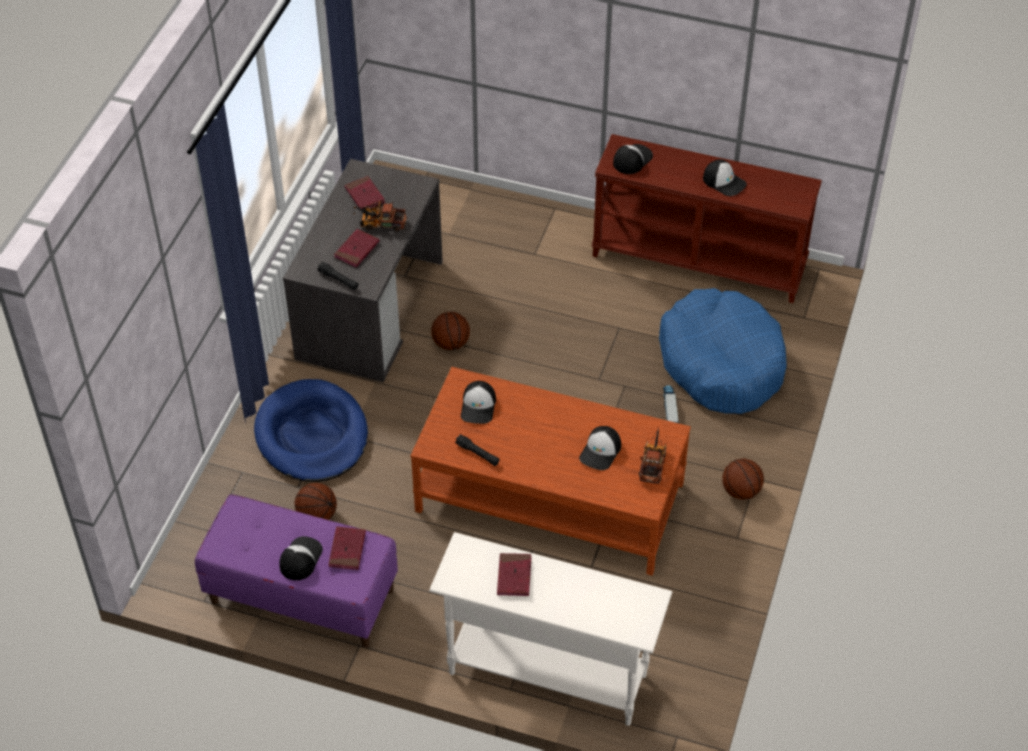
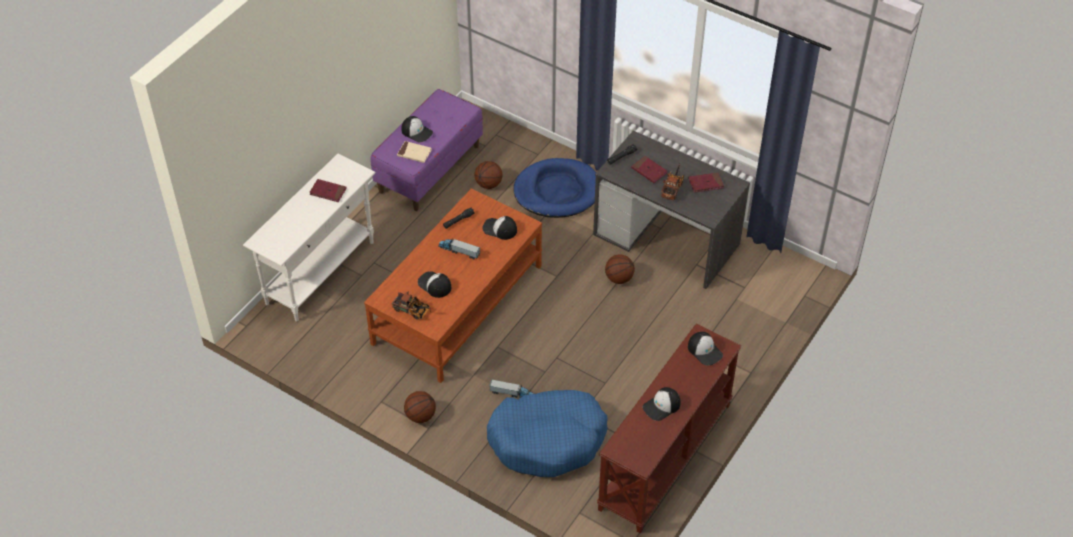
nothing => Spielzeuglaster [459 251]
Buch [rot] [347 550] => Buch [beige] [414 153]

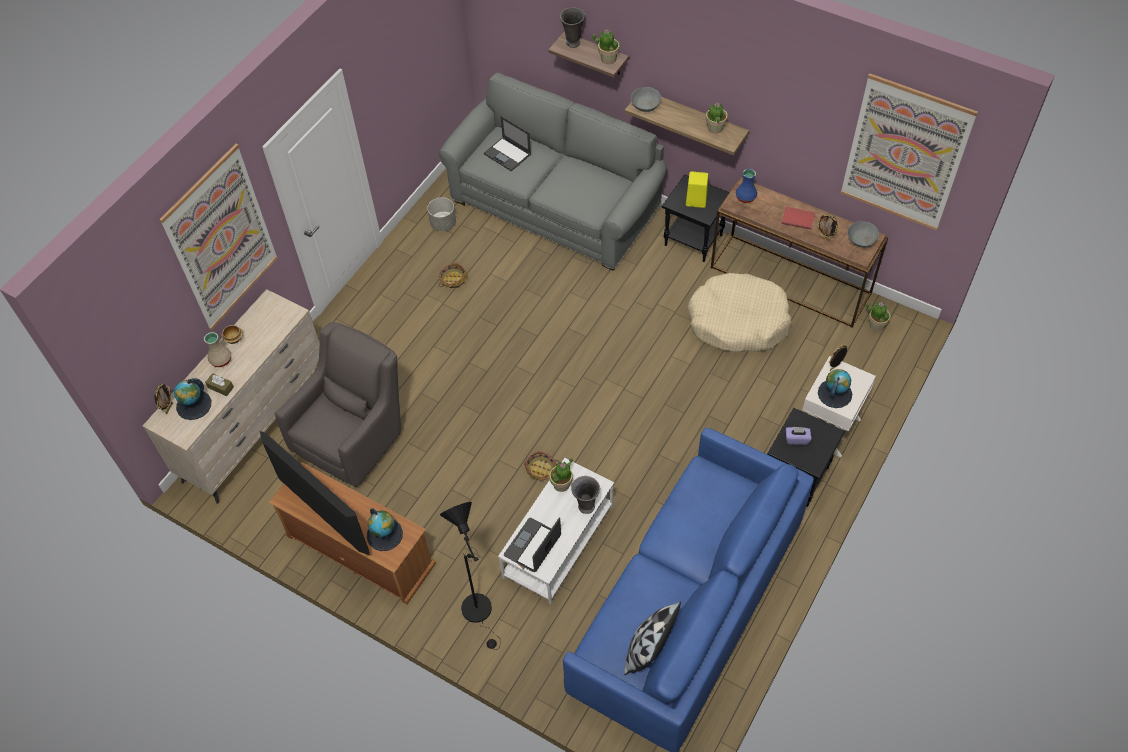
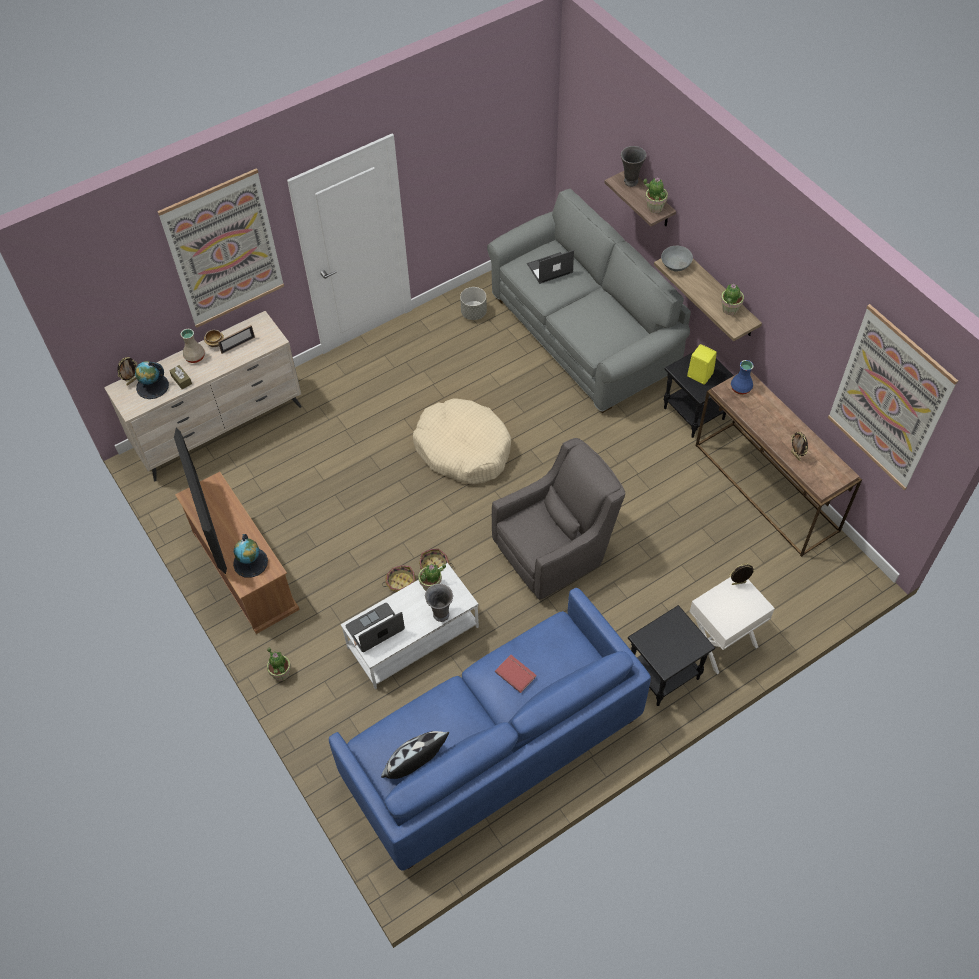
Stehlampe [schwarz] [480 613] => nothing
Taschentuchbox [lila] [797 439] => nothing
Globus [834 393] => nothing
Schüssel [grau] [861 240] => nothing
nothing => Bilderrahmen [238 345]
Sessel [grau] [354 437] => Sessel [grau] [556 551], move
Korb [453 279] => Korb [400 582], move
Hundebett [beige] [738 321] => Hundebett [beige] [463 449], move
Buch [rot] [798 218] => Buch [rot] [516 673], move
Topfpflanze [876 325] => Topfpflanze [281 673], move
Laptop [508 154] => Laptop [549 268], 90 degrees clockwise

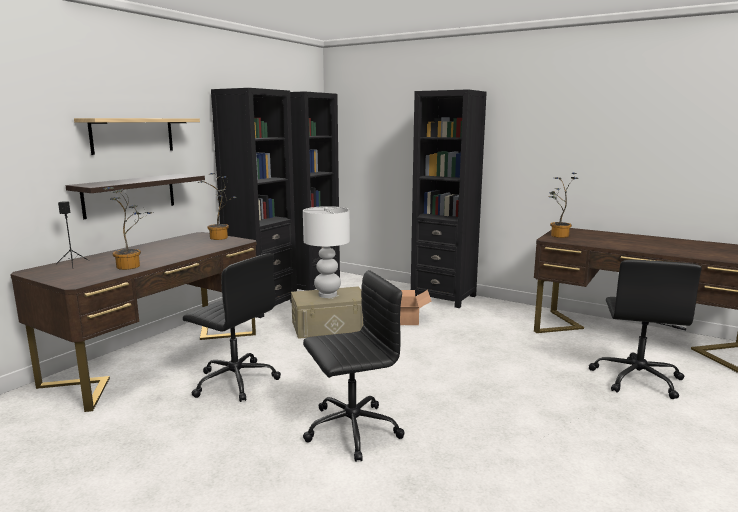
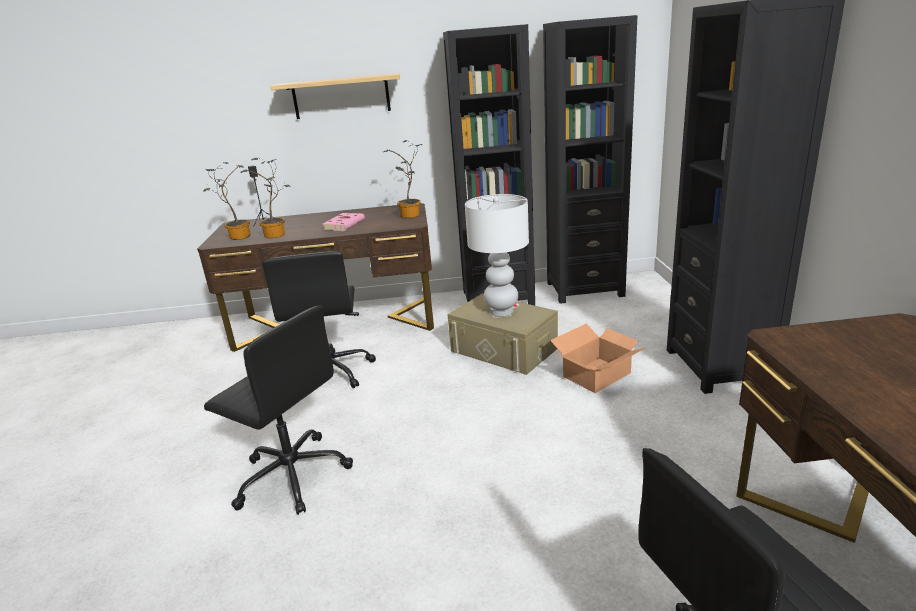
Wandregal [130 195] => nothing
nothing => Buch [rosa] [345 224]
Topfpflanze [558 236] => Topfpflanze [237 236], move

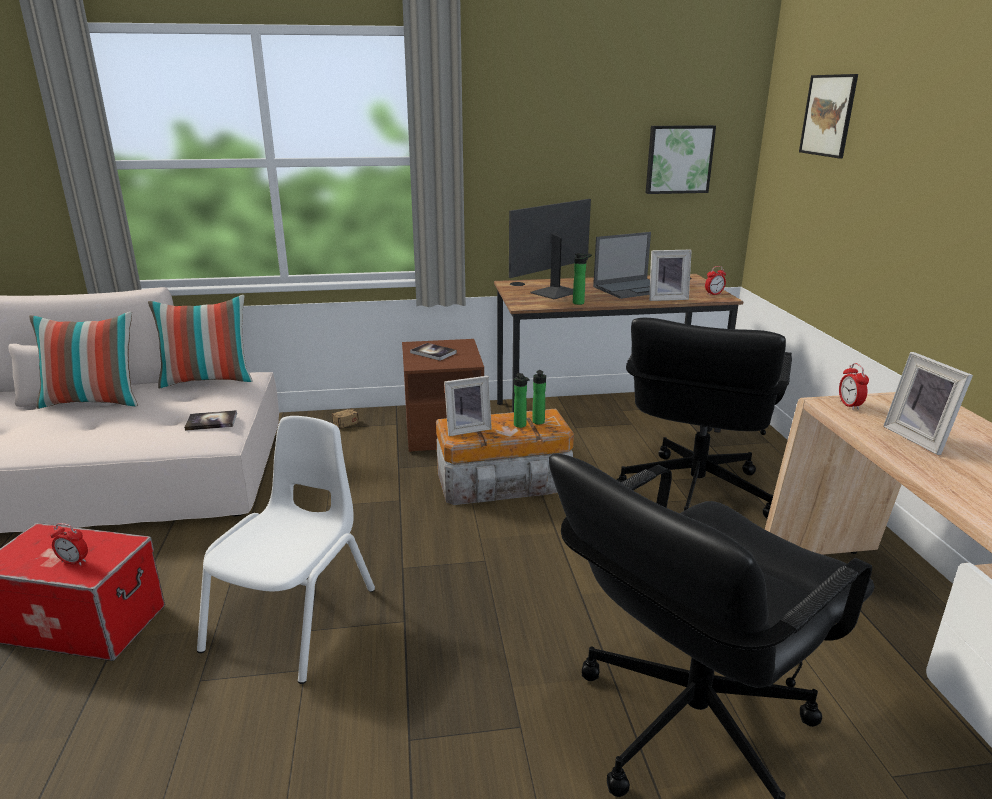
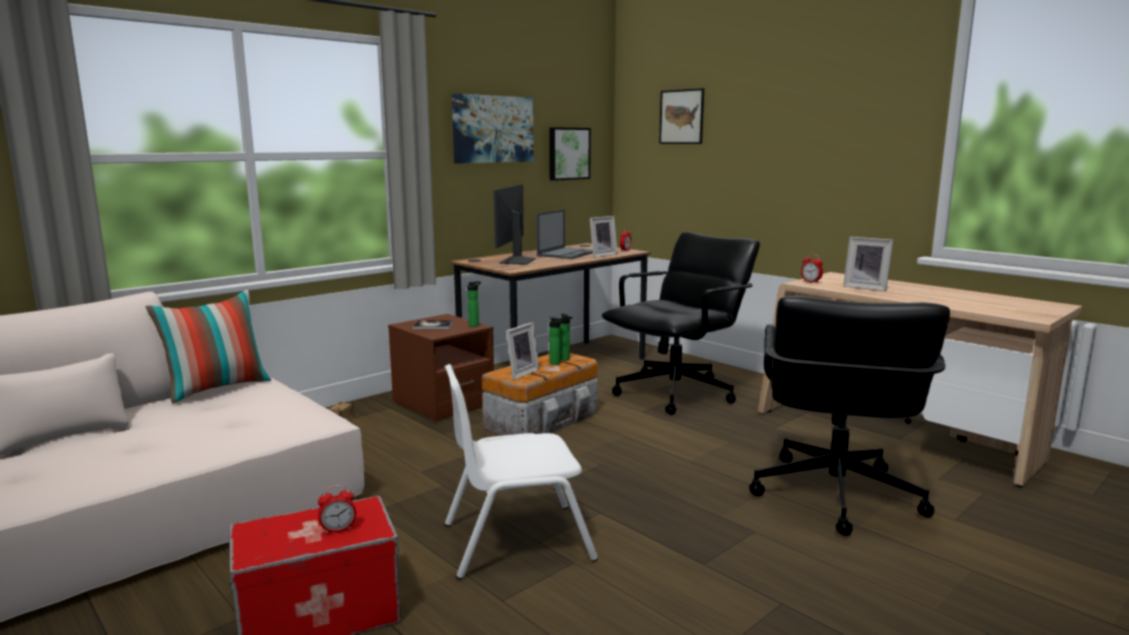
Kissen [94 402] => nothing
Buch [211 421] => nothing
nothing => Bild [493 129]
Flasche [580 303] => Flasche [475 325], move
Stuhl [weiß] [294 619] => Stuhl [weiß] [516 541], 90 degrees counterclockwise
Bürostuhl [schwarz] [693 493] => Bürostuhl [schwarz] [676 393], 120 degrees counterclockwise

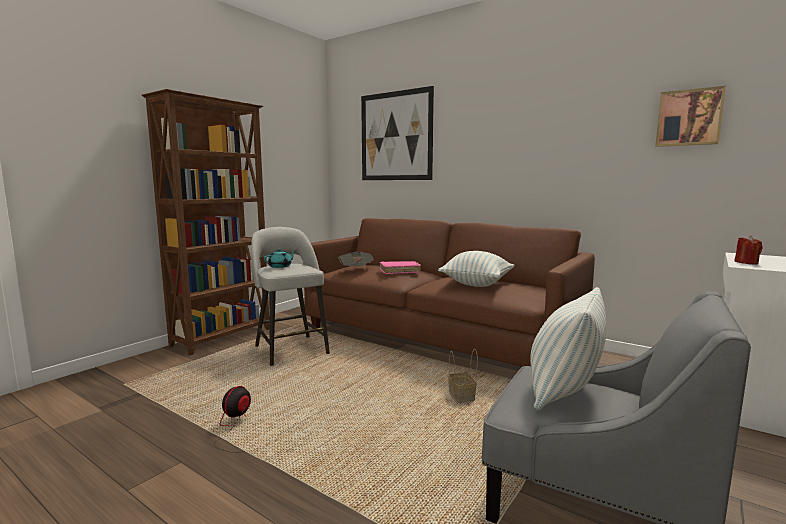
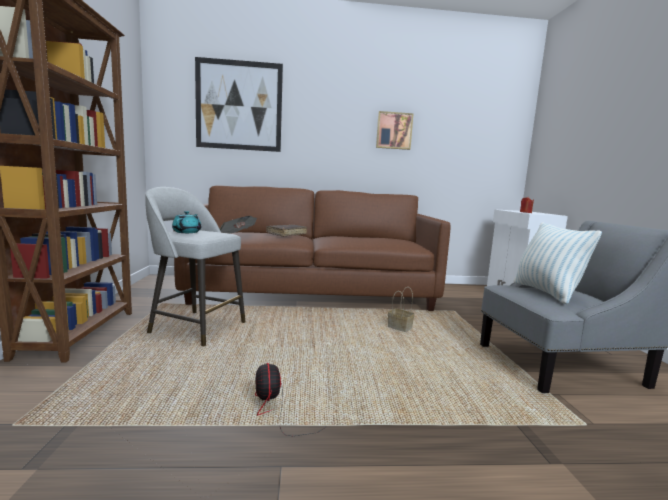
Kissen [476 284] => nothing
Bild [689 118] => Bild [394 131], move
Buch [rosa] [399 271] => Buch [braun] [286 234]

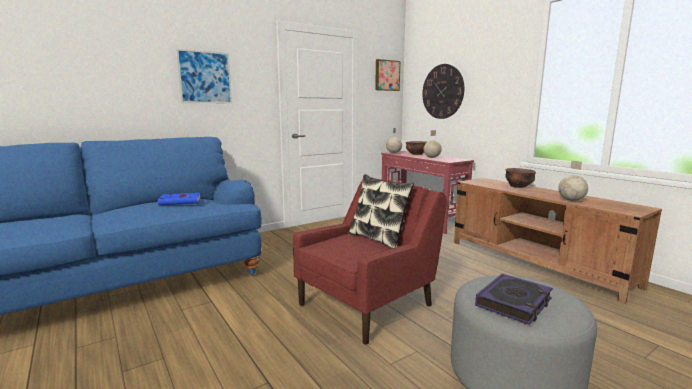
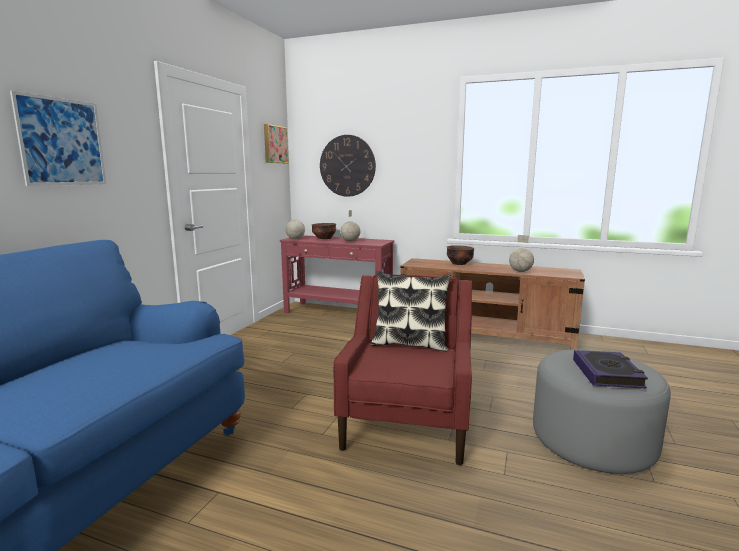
Buch [blau] [181 202] => nothing

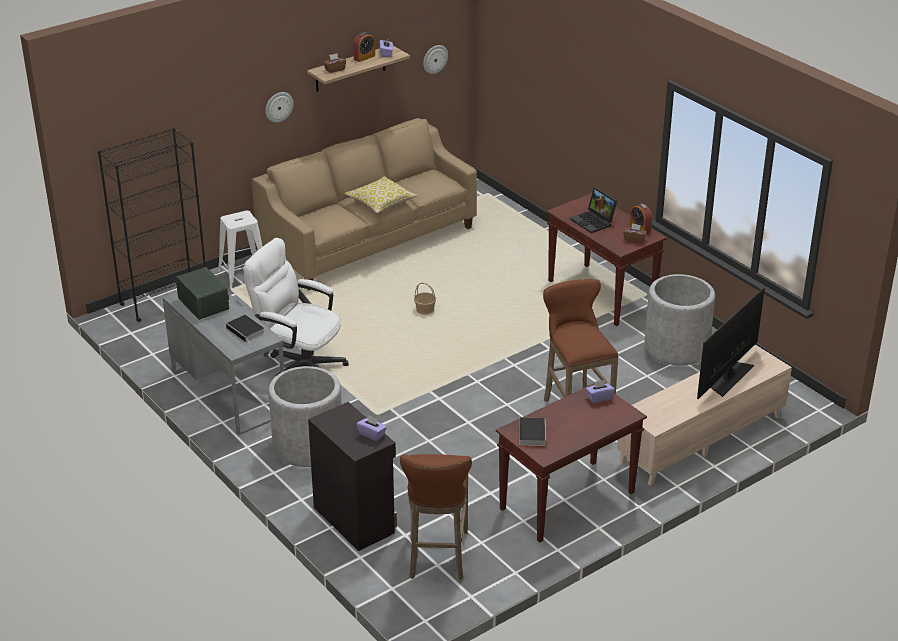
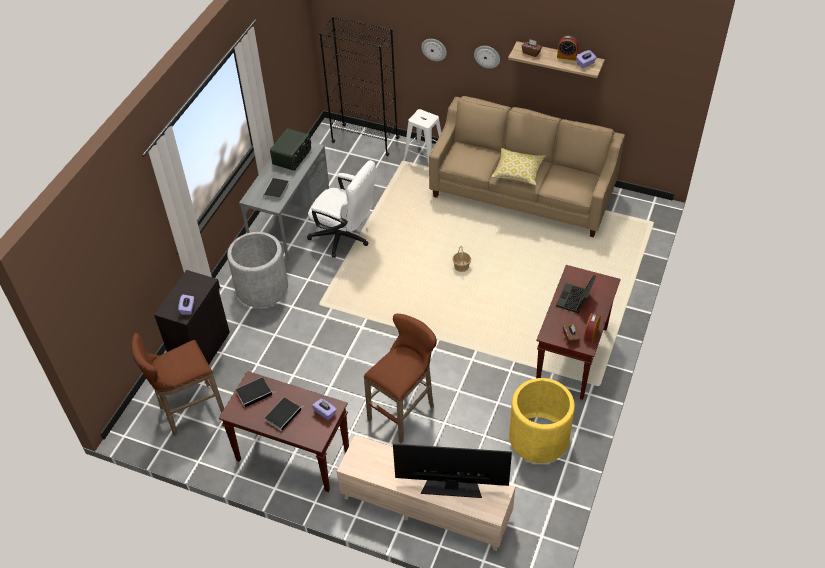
nothing => Buch [283 414]
Wanduhr [435 59] => Wanduhr [434 49], move
Pflanzkübel [grau] [676 348] => Pflanzkübel [gelb] [538 438]
Bürostuhl [weiß] [299 365] => Bürostuhl [weiß] [345 238], 120 degrees clockwise

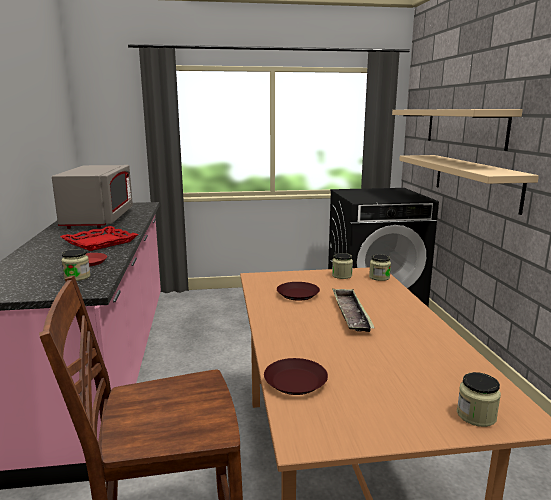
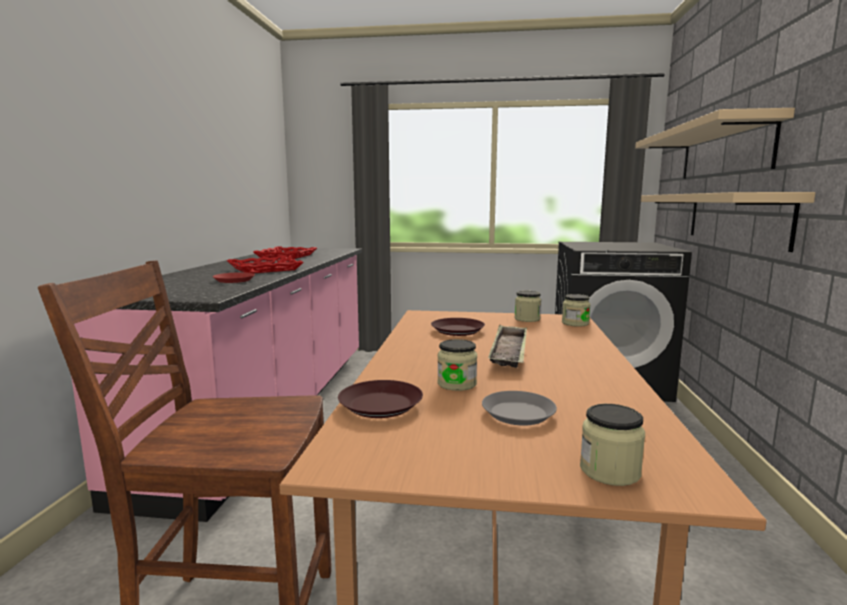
nothing => Teller [grau] [518 413]
Vorratsglas [77 277] => Vorratsglas [457 384], move
Mikrowelle [grau] [99 219] => Tablett [rot] [286 256]

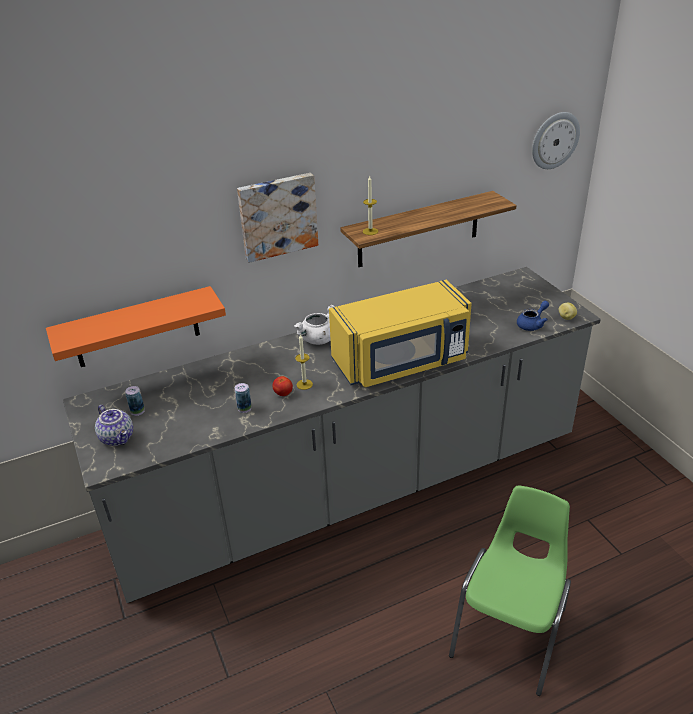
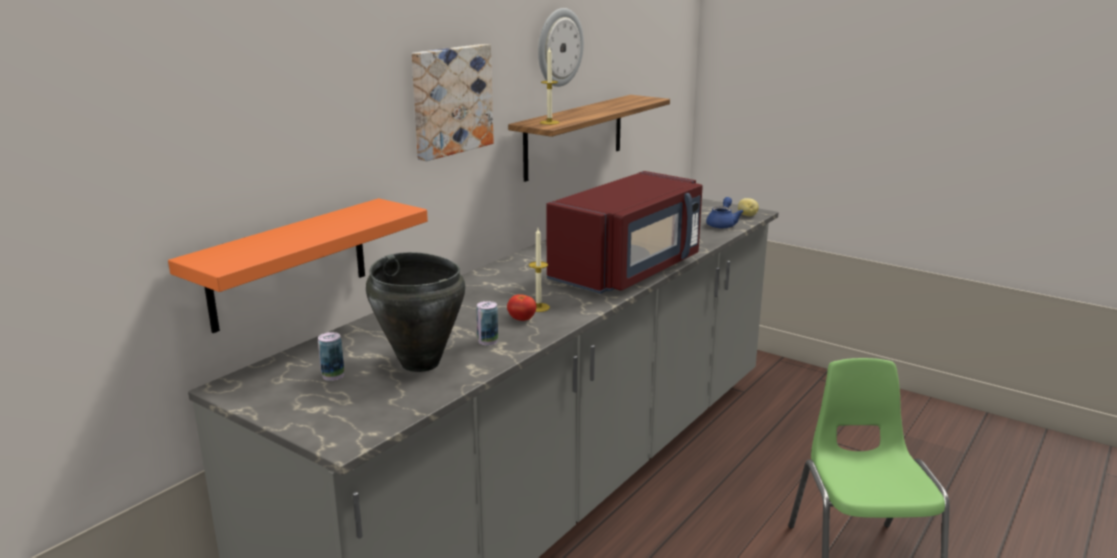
Teekanne [118 438] => nothing
Kochtopf [weiß] [318 340] => nothing
nothing => Kochtopf [schwarz] [420 363]
Wanduhr [554 140] => Wanduhr [559 47], move
Mikrowelle [gelb] [402 362] => Mikrowelle [rot] [628 270]

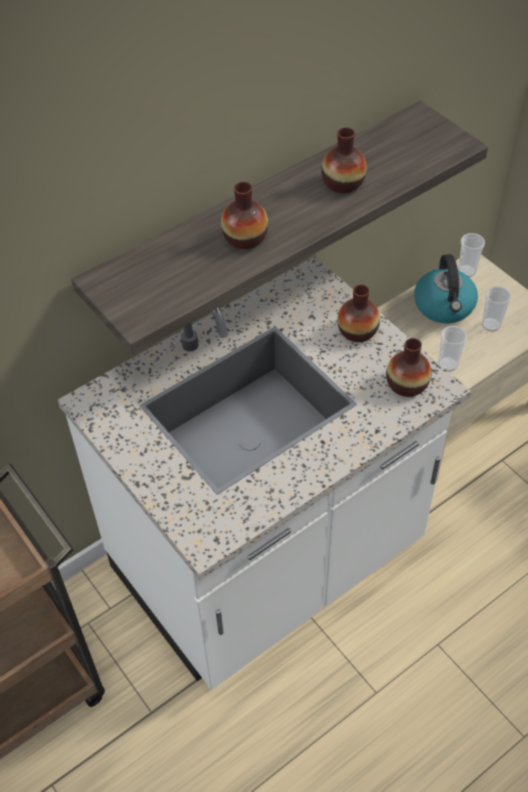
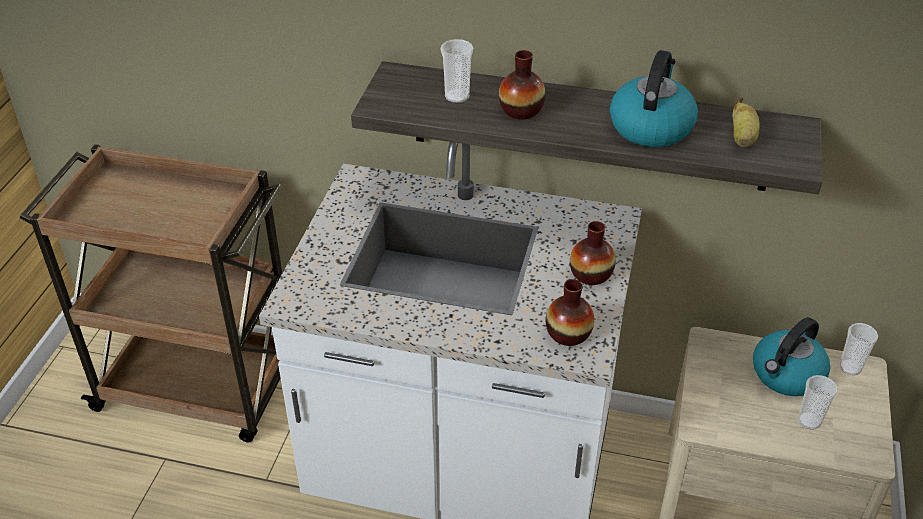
nothing => Banane [742 138]
Tasse [448 364] => Tasse [457 96], move
Vase [343 183] => Wasserkessel [651 126]

